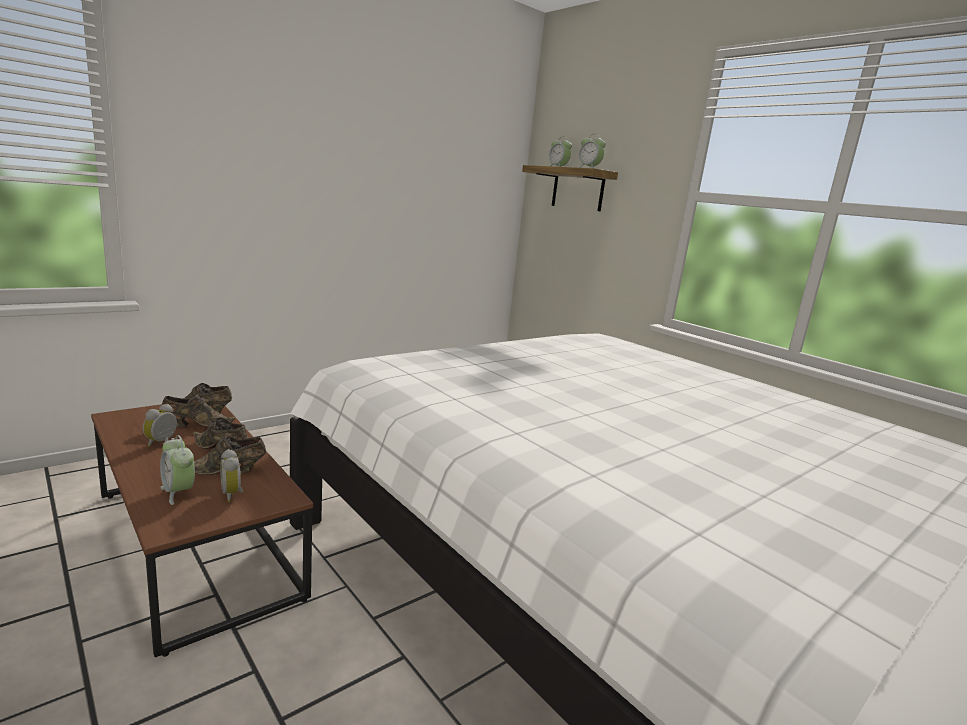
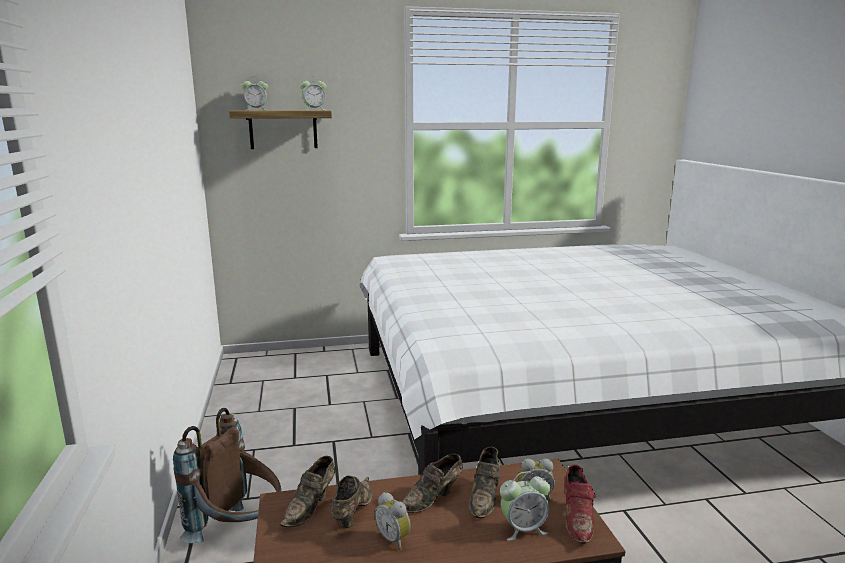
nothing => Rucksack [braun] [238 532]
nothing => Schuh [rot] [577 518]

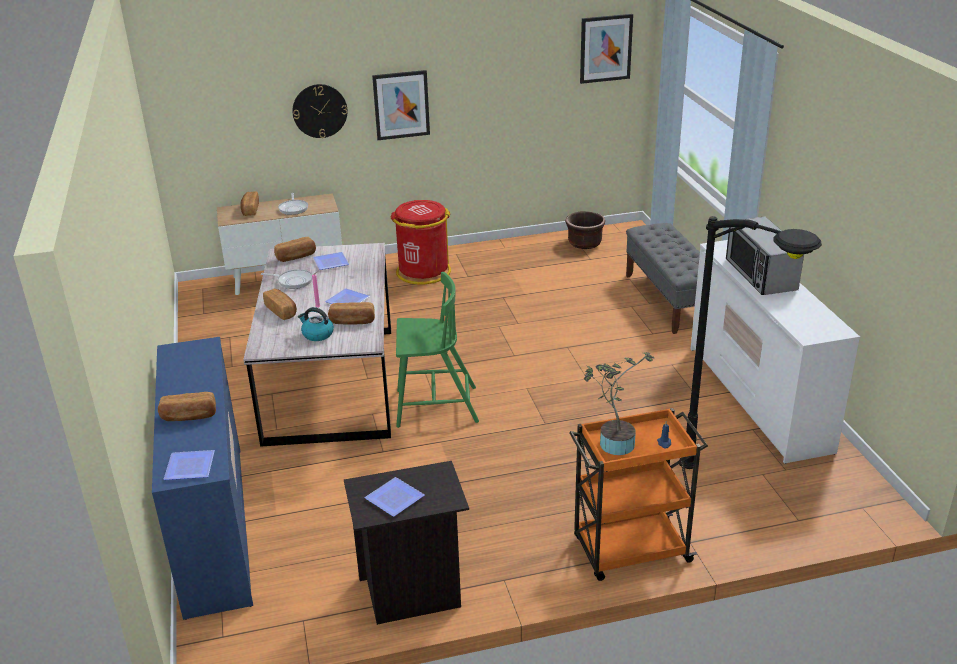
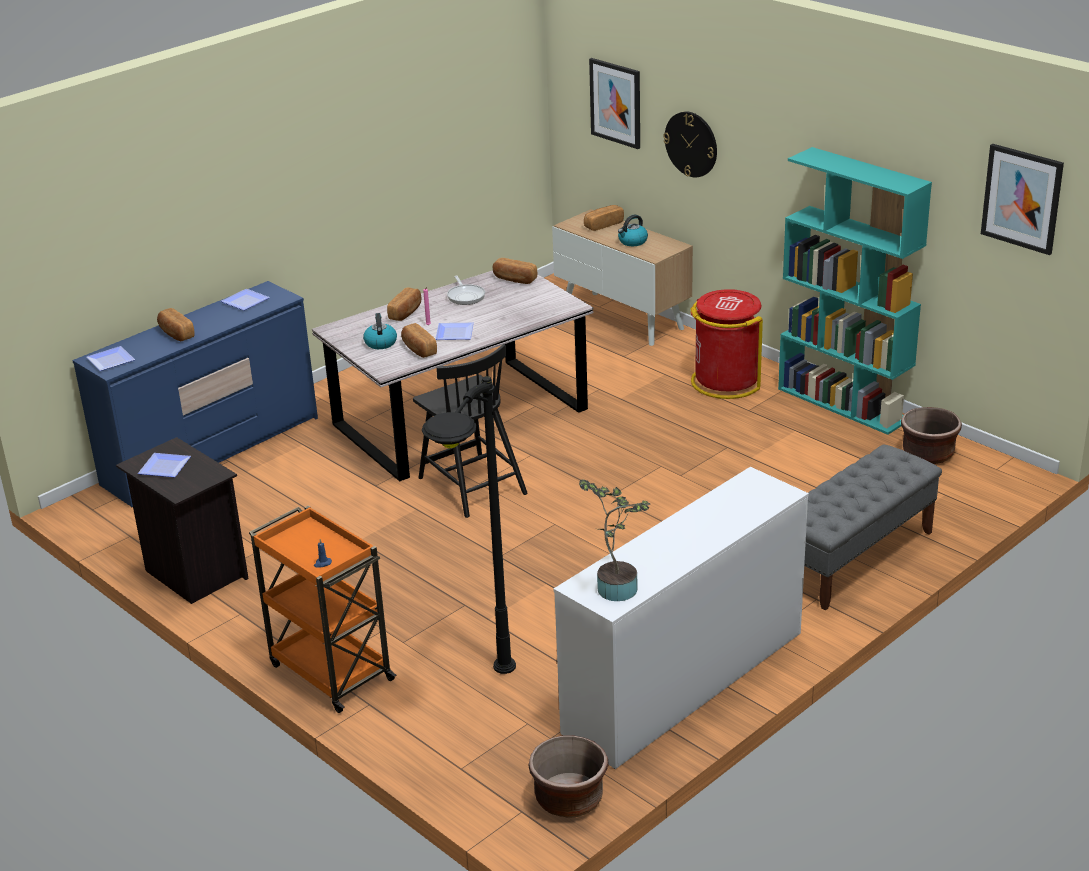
Mikrowelle [760 275] => nothing
nothing => Pflanzkübel [braun] [569 799]
nothing => Bücherregal [türkis] [844 404]
Teller [330 263] => Teller [243 301], move
Bild [401 105] => Bild [616 103], move
Topfpflanze [613 443] => Topfpflanze [617 586], move
Pfanne [293 208] => Wasserkessel [632 242]
Stuhl [grün] [434 406] => Stuhl [schwarz] [471 485]

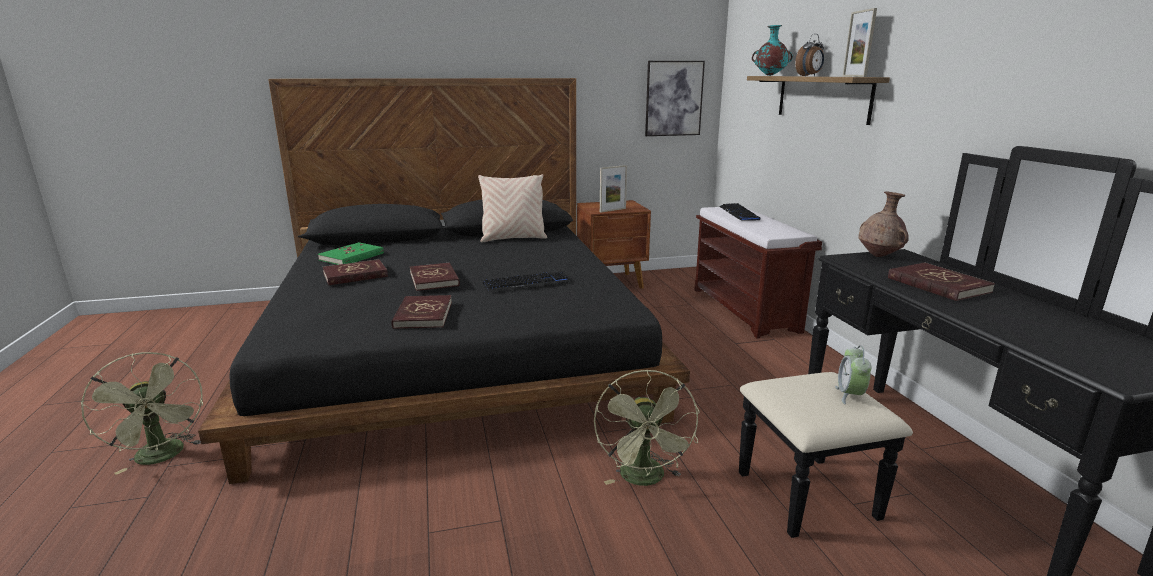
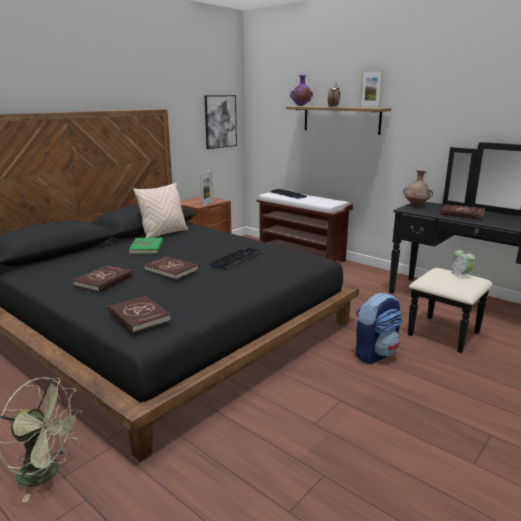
Buch [grün] [352 257] => Buch [grün] [147 248], move
Buch [rot] [423 315] => Buch [rot] [138 316], move
Ventilator [grün] [645 479] => Rucksack [375 354]
Vase [türkis] [769 75] => Vase [lila] [300 106]

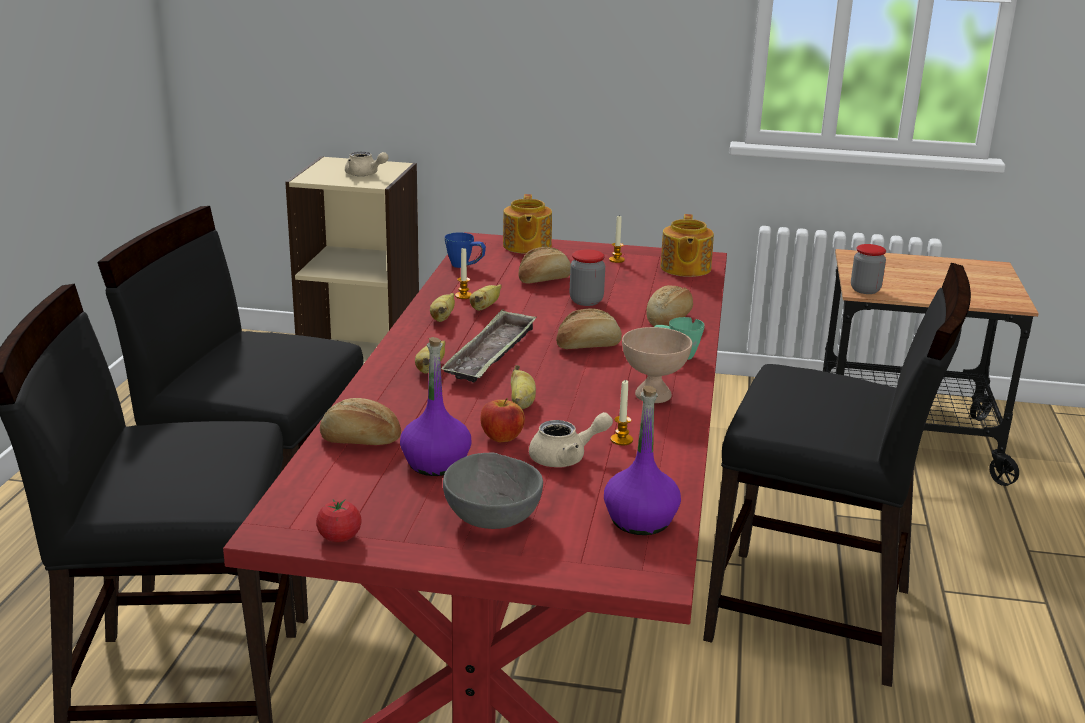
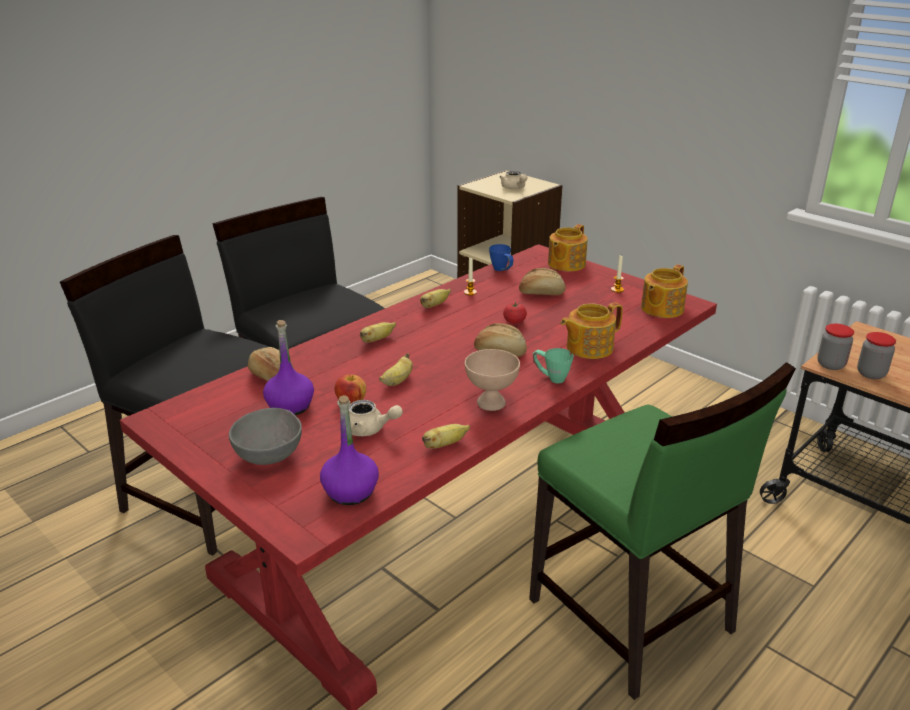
Tablett [491 354] => nothing
Kerze [621 440] => nothing
Tomate [339 537] => Tomate [514 322], move
Banane [485 307] => Banane [444 445], move
Vorratsglas [586 301] => Vorratsglas [871 374], move
Brot [669 320] => Teekanne [588 348]
Stuhl [schwarz] [812 615] => Stuhl [grün] [630 617]

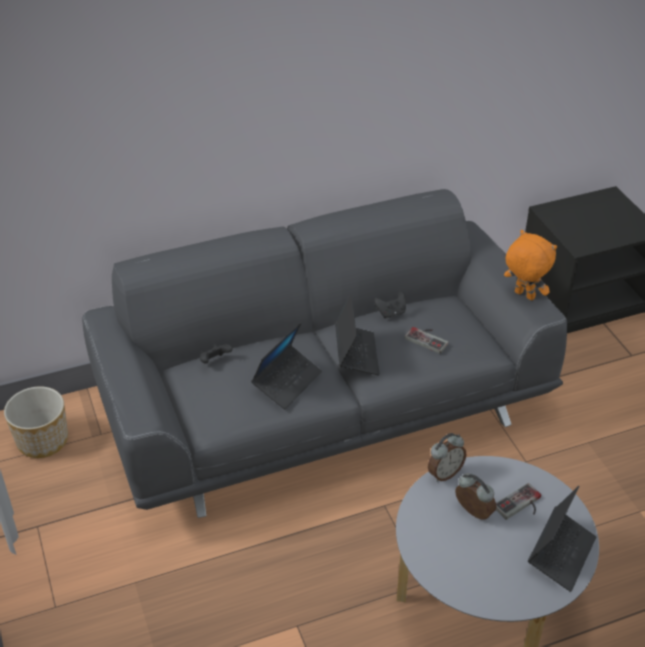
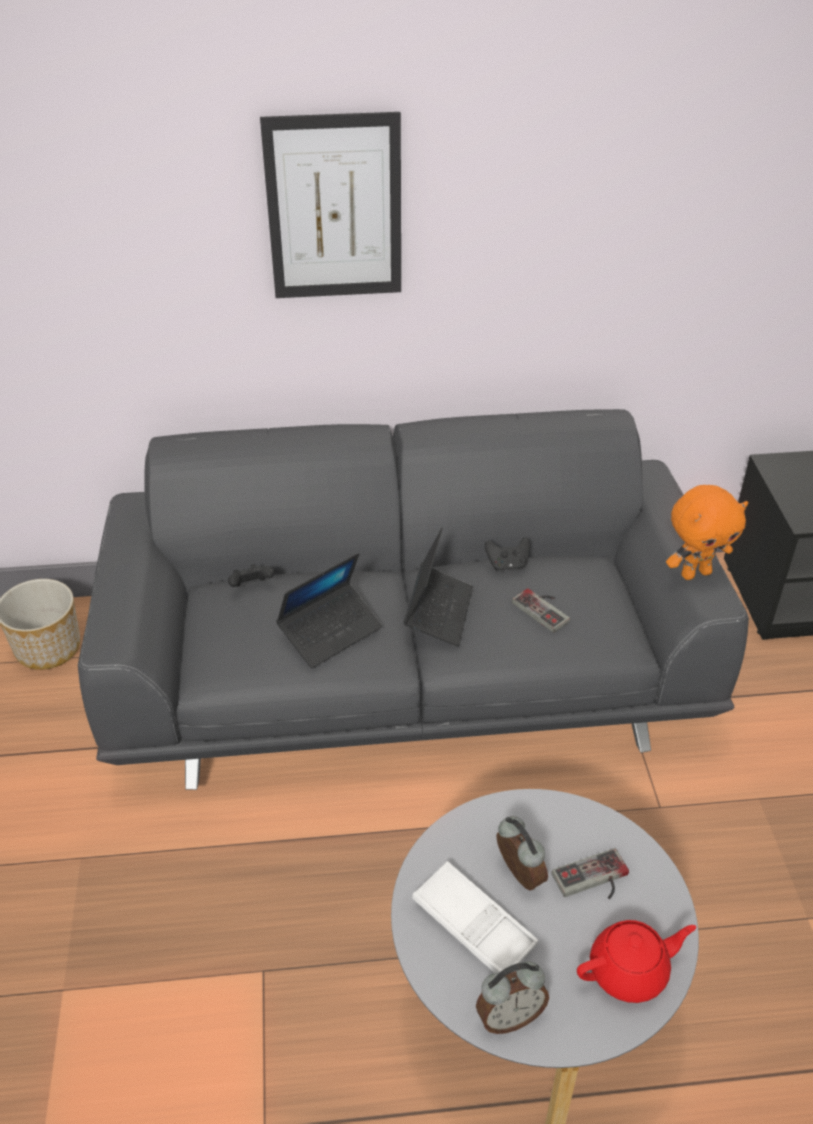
nothing => Bild [334 208]
nothing => Tablett [weiß] [474 925]
Wecker [444 473] => Wecker [509 1017], move
Laptop [561 554] => Teekanne [rot] [630 971]
Plüschtier [orange] [523 296] => Plüschtier [orange] [695 573], 105 degrees clockwise

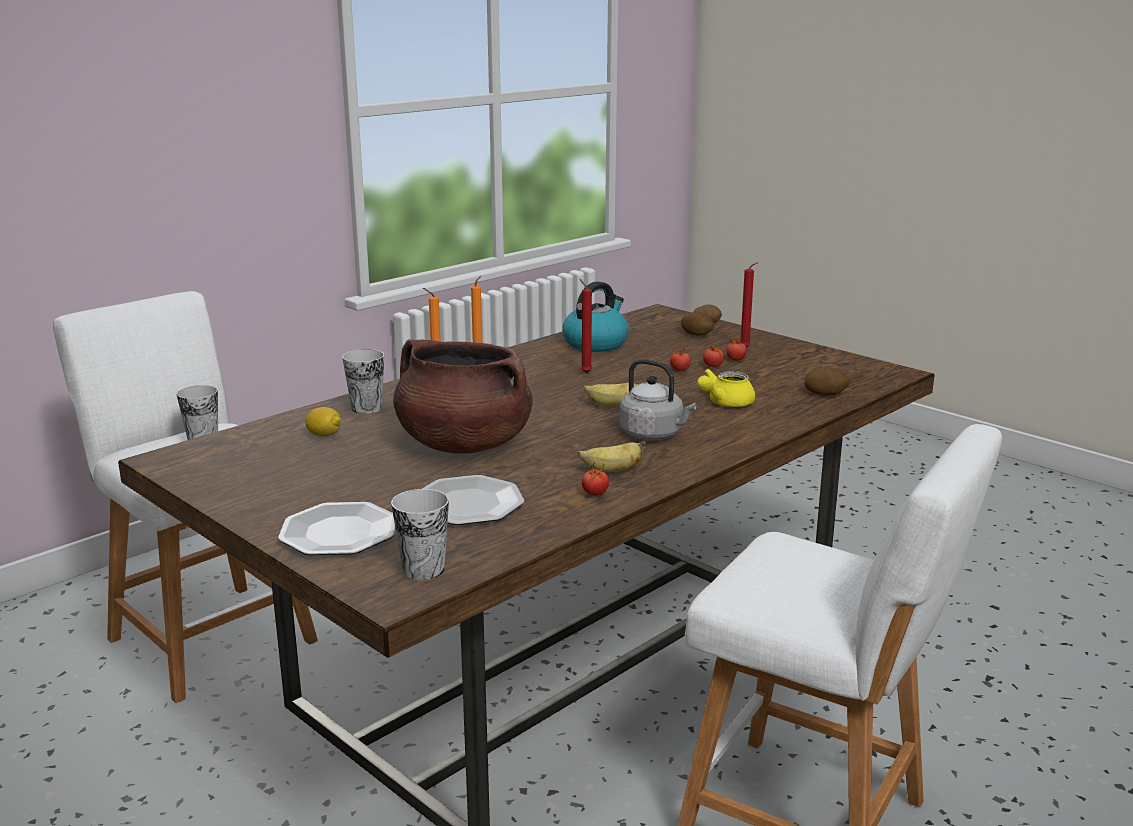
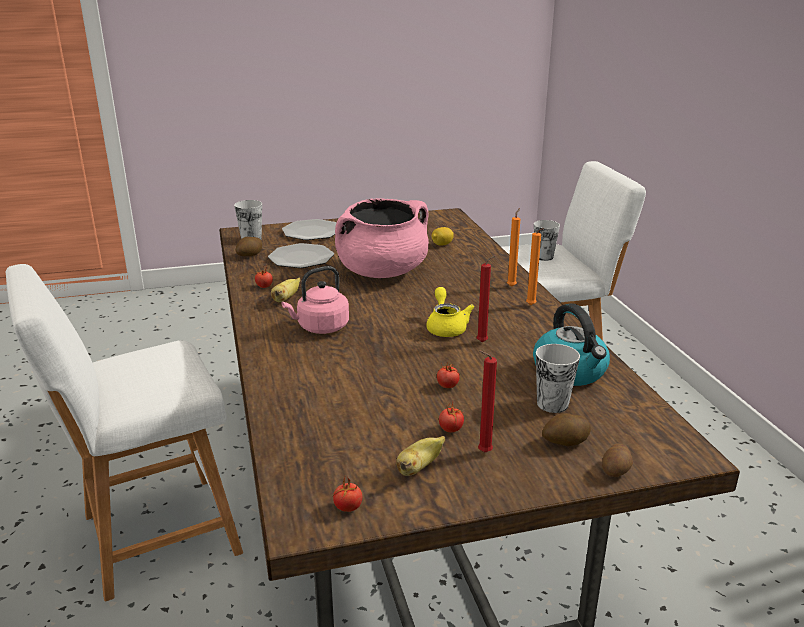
Tasse [366 408] => Tasse [552 404], move
Banane [611 406] => Banane [419 467], move
Teekanne [gelb] [725 403] => Teekanne [gelb] [446 327], move
Tomate [713 366] => Tomate [347 508], move
Kartoffel [825 393] => Kartoffel [249 255], move
Kochtopf [braun] [463 444] => Kochtopf [rosa] [382 272]
Wasserkessel [grau] [654 434] => Wasserkessel [rosa] [320 327]

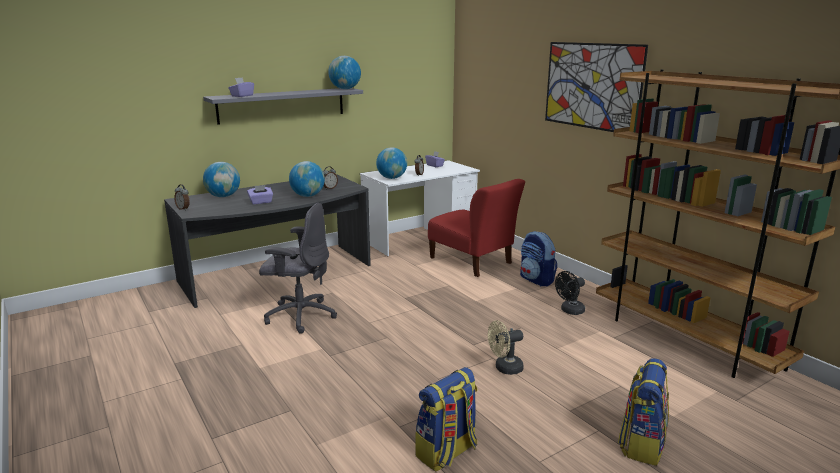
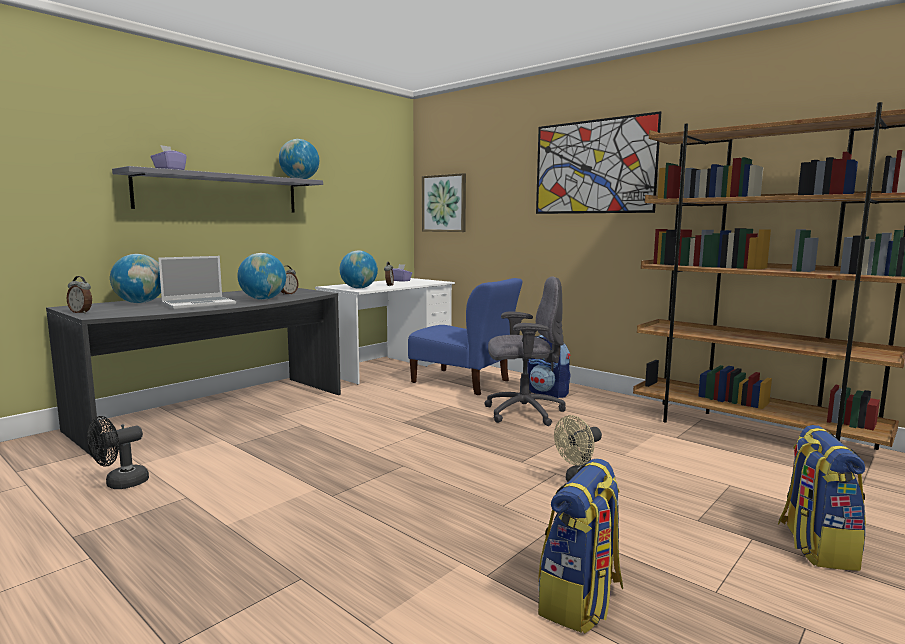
nothing => Bild [444 203]
Bürostuhl [grau] [300 315] => Bürostuhl [grau] [522 412], move
Ventilator [schwarz] [569 311] => Ventilator [schwarz] [120 484], move
Taschentuchbox [lila] [261 202] => Laptop [199 305]
Stuhl [rot] [472 262] => Stuhl [blau] [463 382]

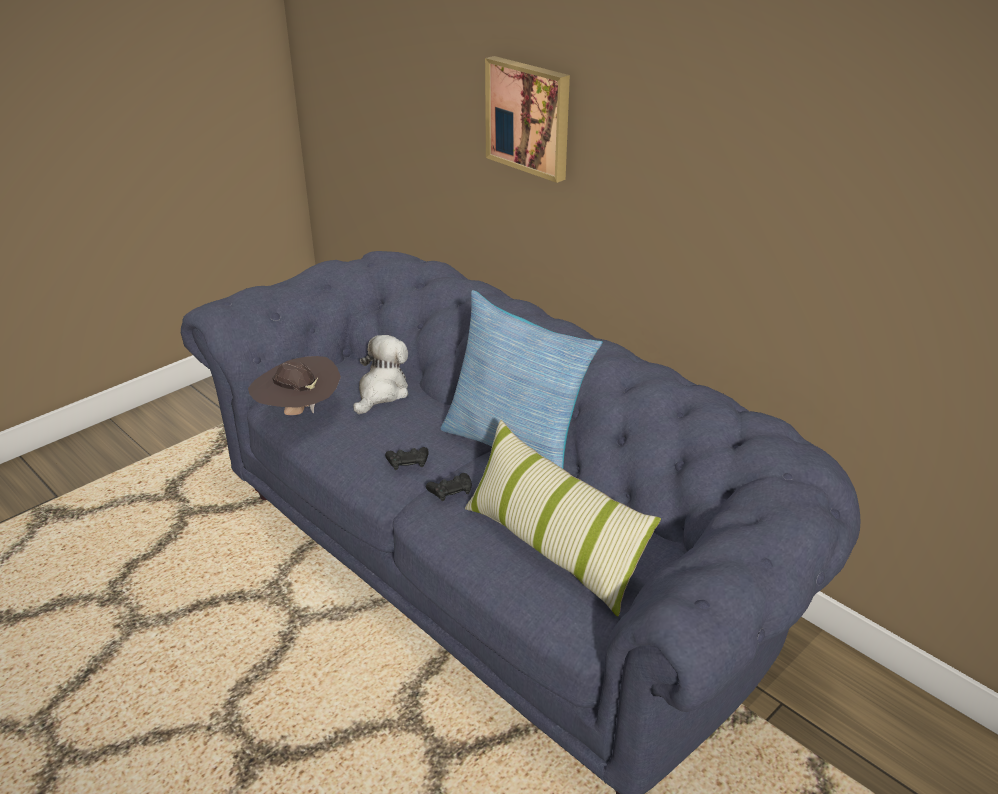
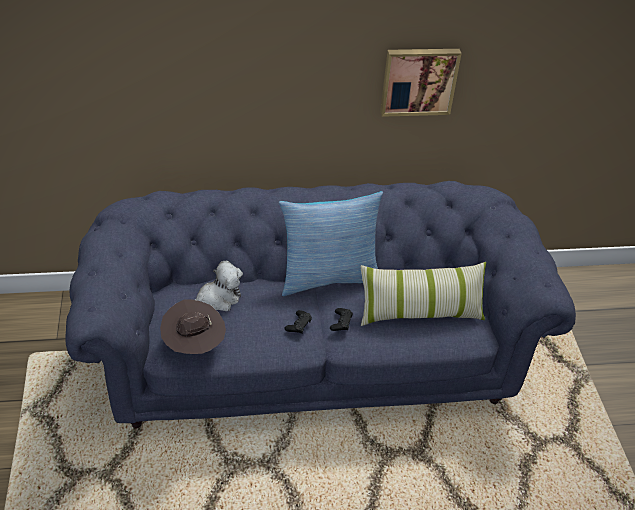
Bild [529 117] => Bild [418 80], move
Plüschtier [382 392] => Plüschtier [217 299], 90 degrees clockwise

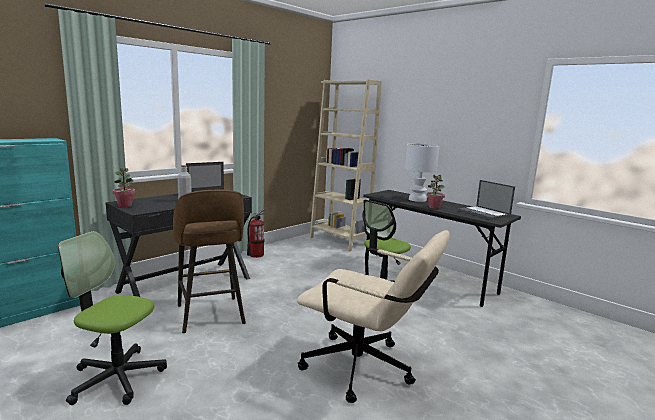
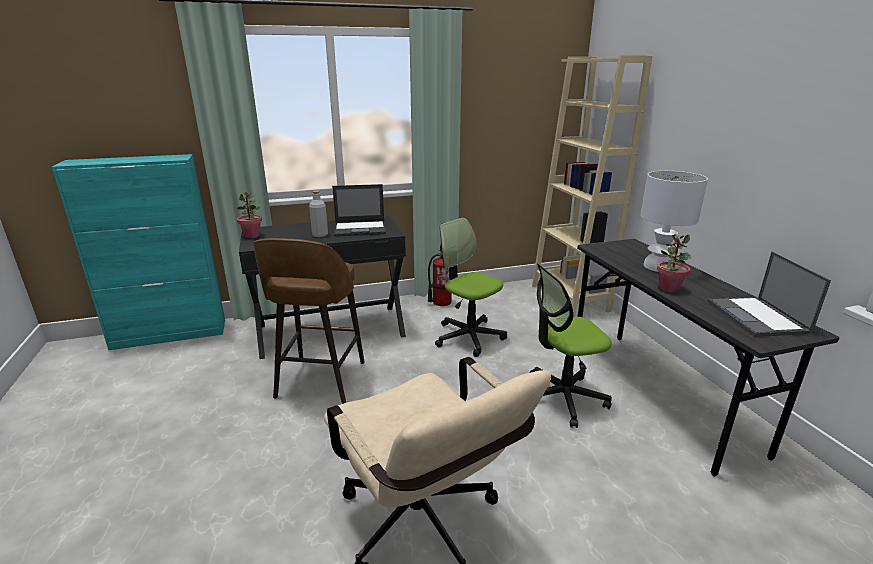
Bürostuhl [117 378] => Bürostuhl [469 337], move

